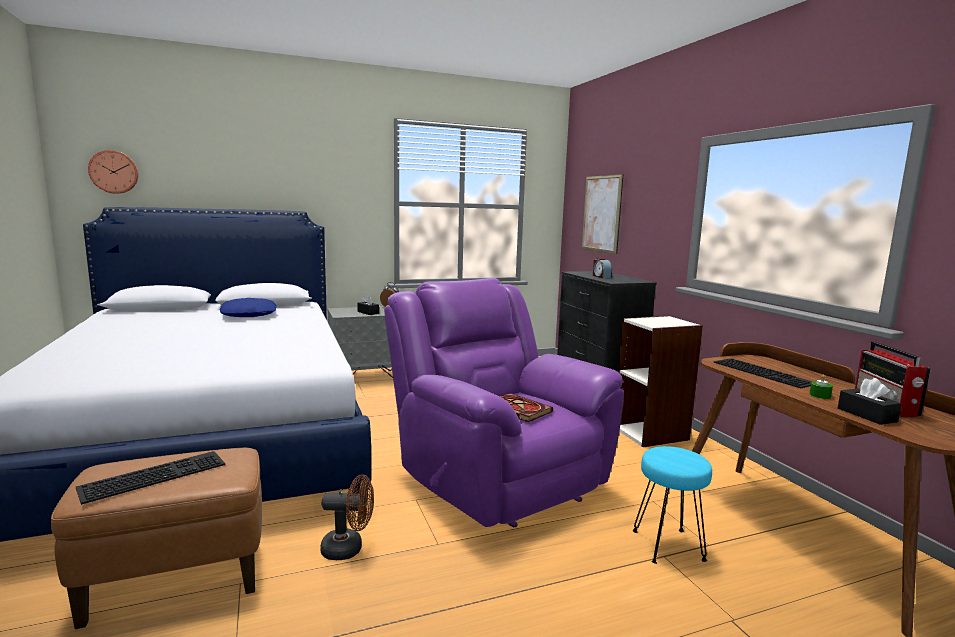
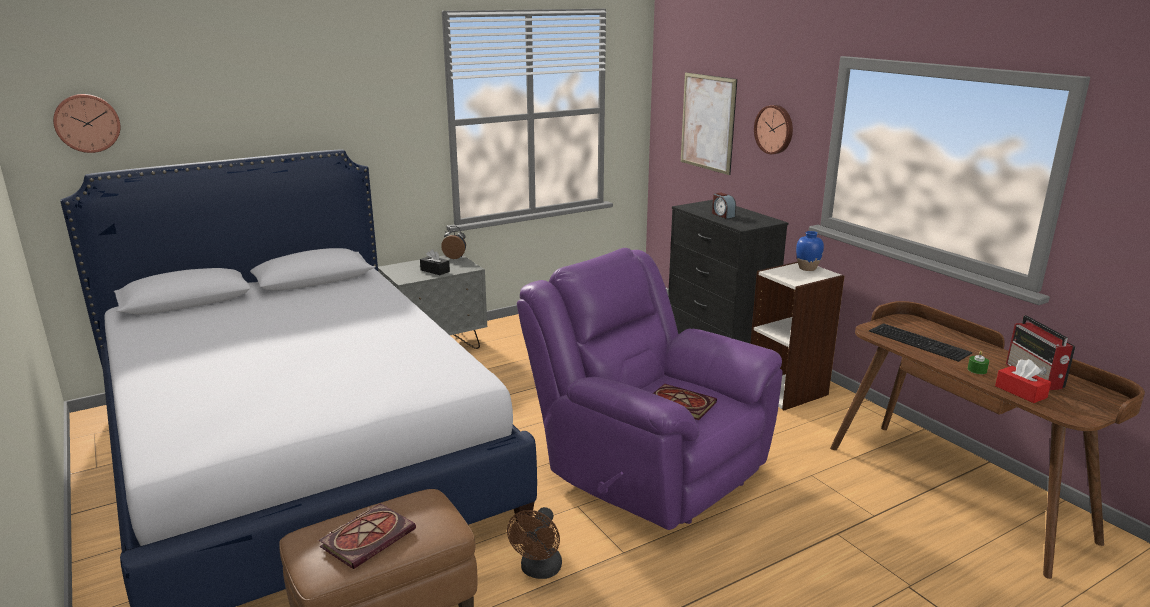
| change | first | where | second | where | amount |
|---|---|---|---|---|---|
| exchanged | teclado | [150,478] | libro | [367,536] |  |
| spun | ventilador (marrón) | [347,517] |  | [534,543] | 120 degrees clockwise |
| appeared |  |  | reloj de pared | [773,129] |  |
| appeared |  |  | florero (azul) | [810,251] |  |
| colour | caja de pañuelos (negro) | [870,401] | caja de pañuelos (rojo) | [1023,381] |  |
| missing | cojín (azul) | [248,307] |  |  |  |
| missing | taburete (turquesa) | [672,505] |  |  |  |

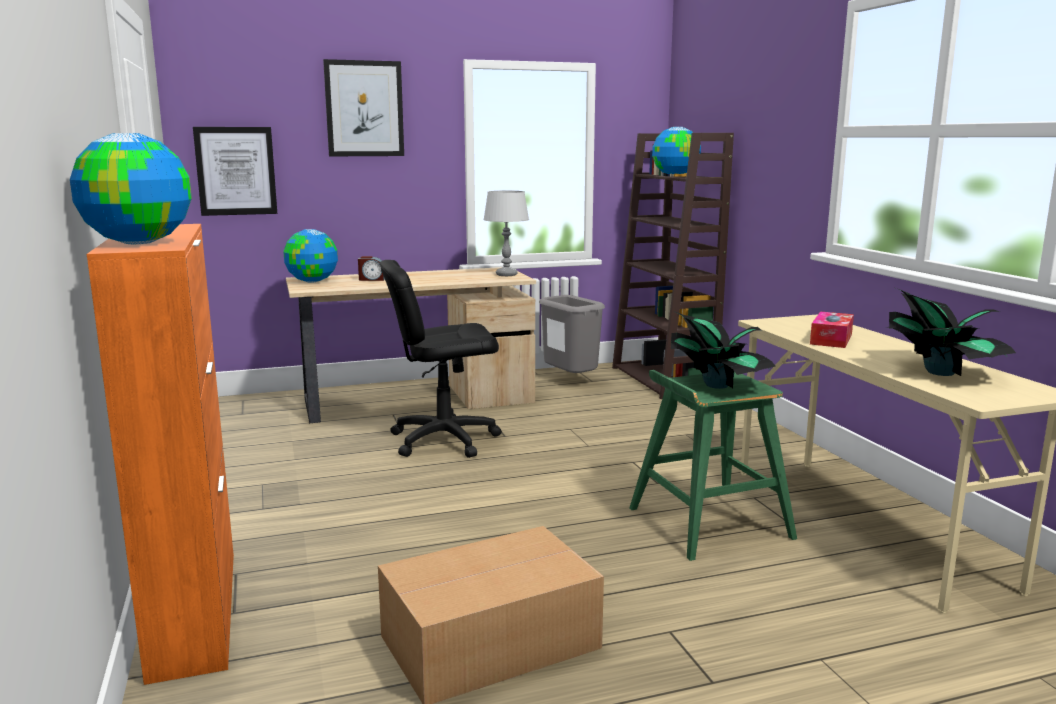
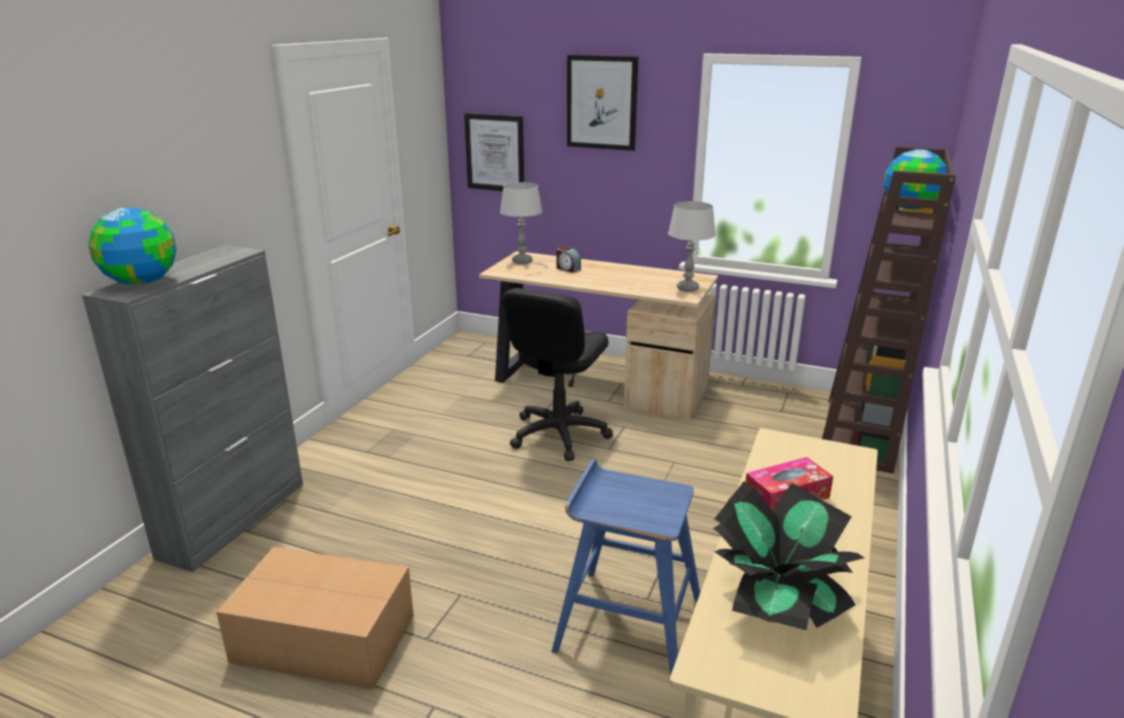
| change | first | where | second | where | amount |
|---|---|---|---|---|---|
| colour | armario (naranja) | [160,454] | armario (gris) | [192,408] |  |
| exchanged | globo terráqueo | [310,256] | lámpara de mesa (gris) | [521,223] |  |
| spun | silla de oficina (negro) | [441,359] |  | [558,374] | 90 degrees counterclockwise |
| colour | taburete (verde) | [713,465] | taburete (azul) | [626,567] |  |
| missing | papelera (gris) | [572,334] |  |  |  |
| missing | planta en maceta | [723,350] |  |  |  |

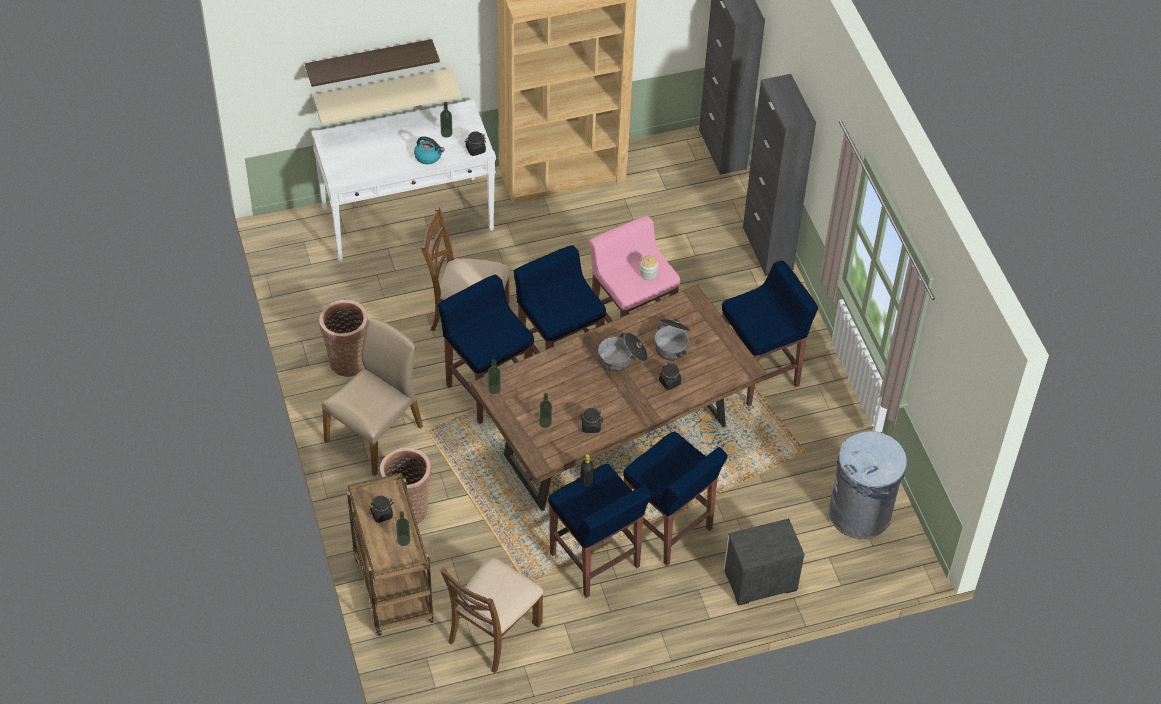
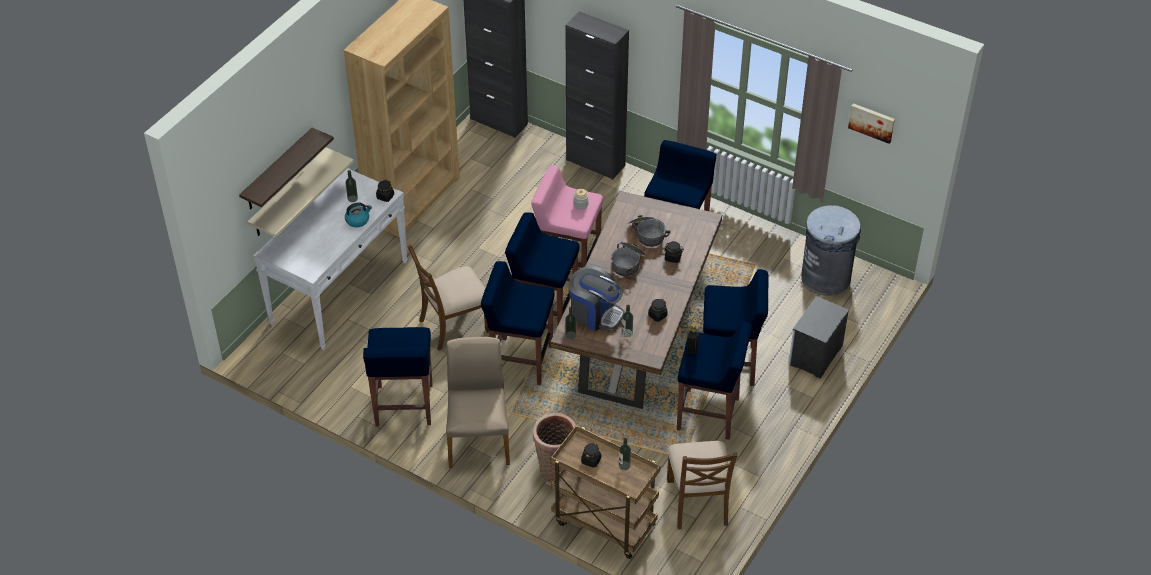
| change | first | where | second | where | amount |
|---|---|---|---|---|---|
| exchanged | cesta | [343,338] | taburete (azul) | [397,376] |  |
| appeared |  |  | cafetera | [597,298] |  |
| appeared |  |  | cuadro | [871,123] |  |

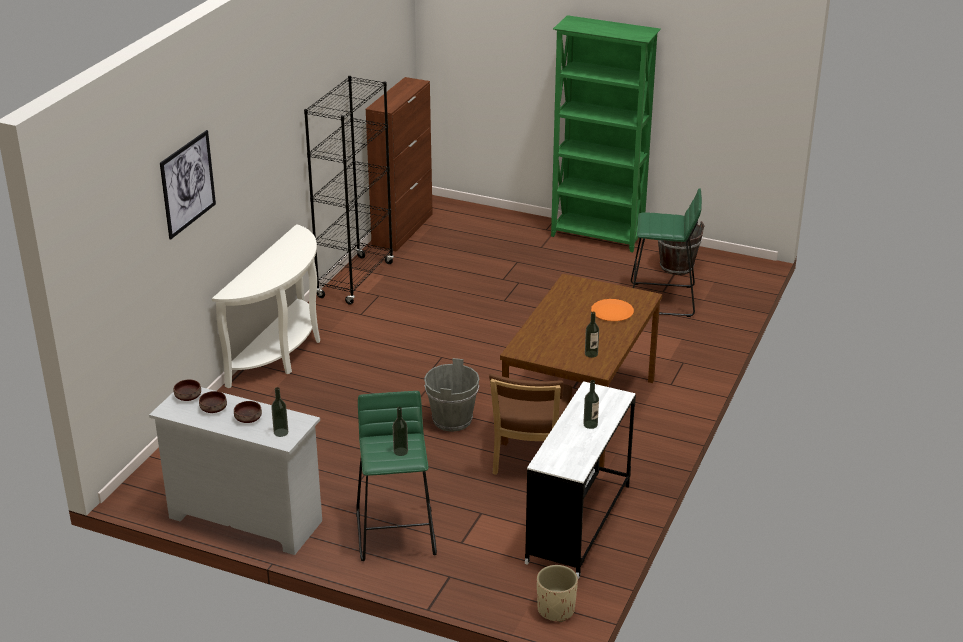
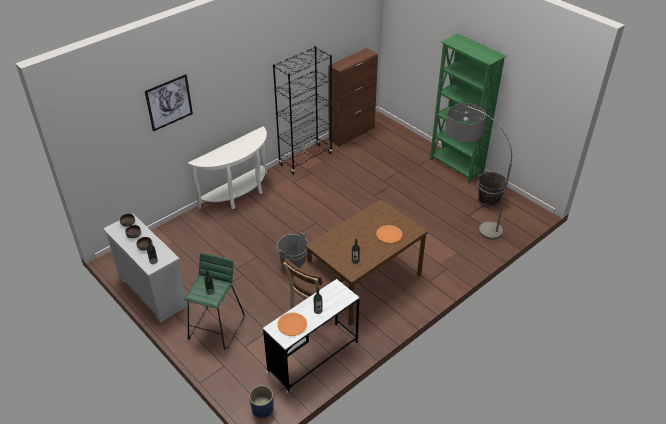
| change | first | where | second | where | amount |
|---|---|---|---|---|---|
| colour | maceta (beis) | [557,593] | maceta (azul) | [261,401] |  |
| appeared |  |  | plato (naranja) | [292,324] |  |
| exchanged | taburete (verde) | [666,252] | lámpara de pie | [479,171] |  |

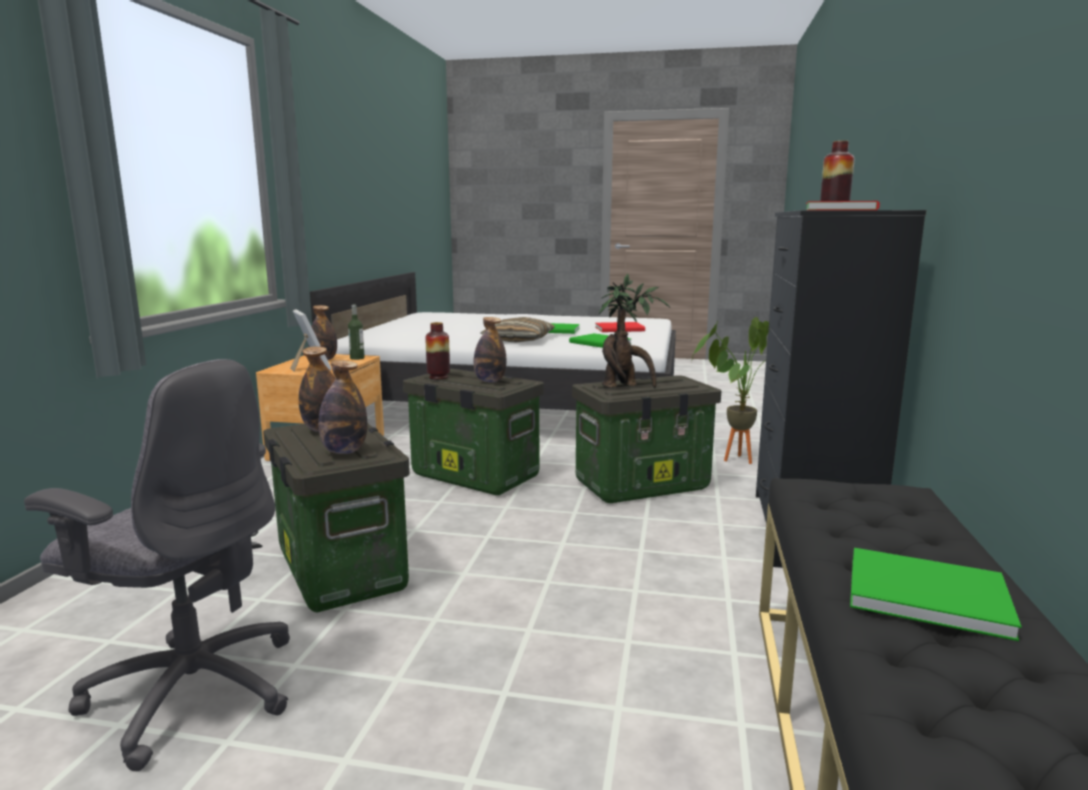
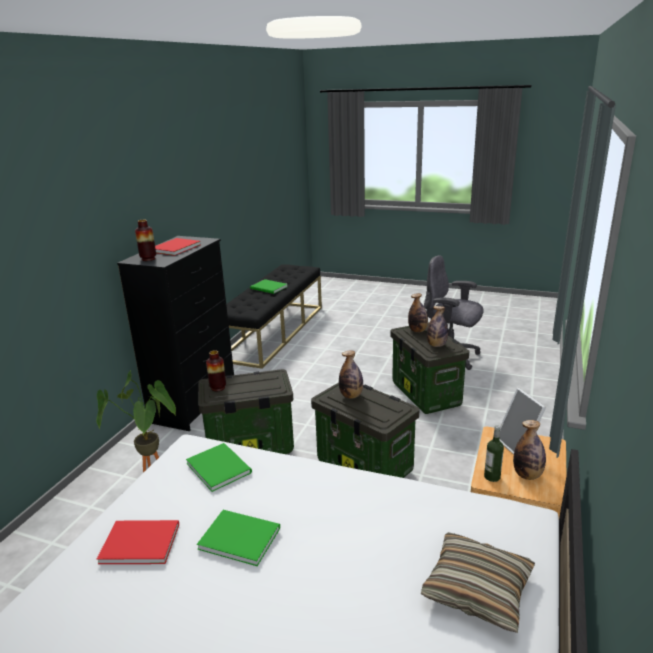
| change | first | where | second | where | amount |
|---|---|---|---|---|---|
| relocated | florero | [437,350] |  | [216,370] |  |
| relocated | cojín | [518,330] |  | [478,582] |  |
| missing | planta en maceta | [634,331] |  |  |  |

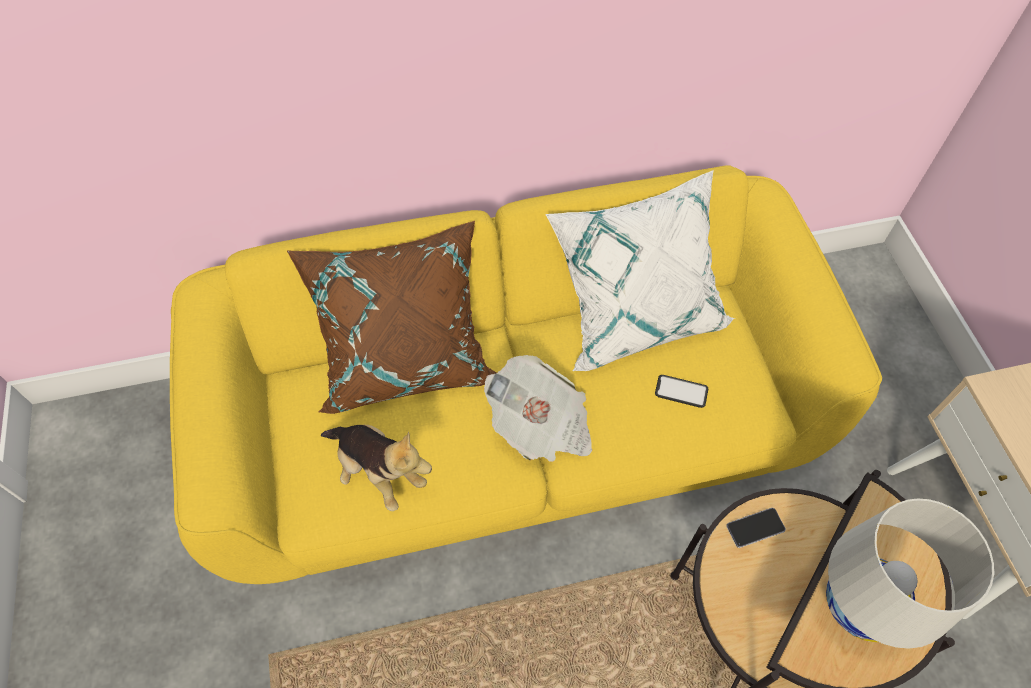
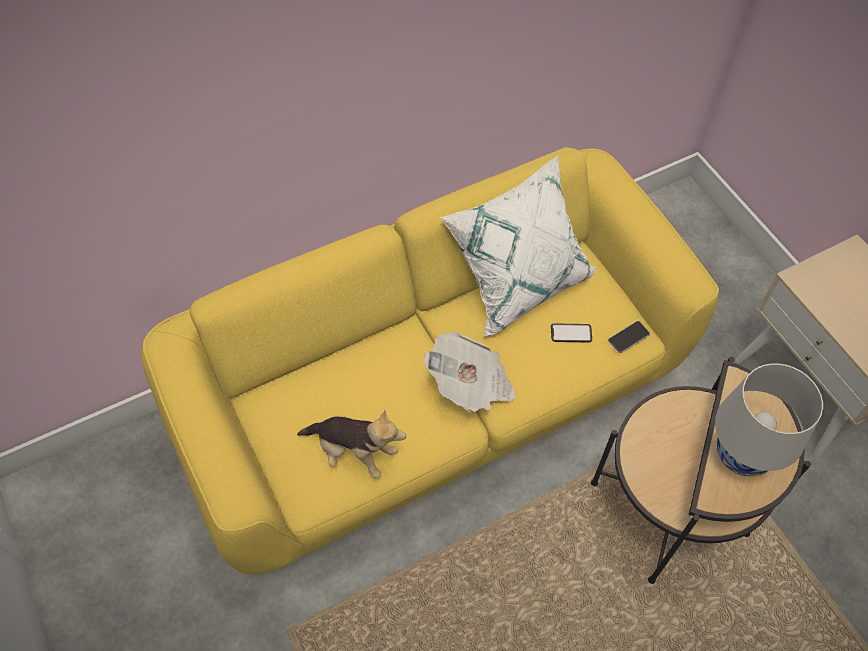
| change | first | where | second | where | amount |
|---|---|---|---|---|---|
| relocated | móvil | [756,528] |  | [629,337] |  |
| missing | cojín (marrón) | [391,317] |  |  |  |

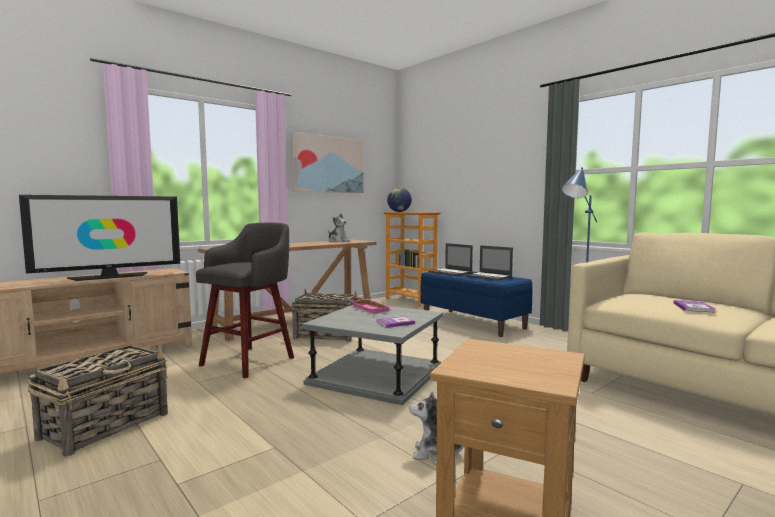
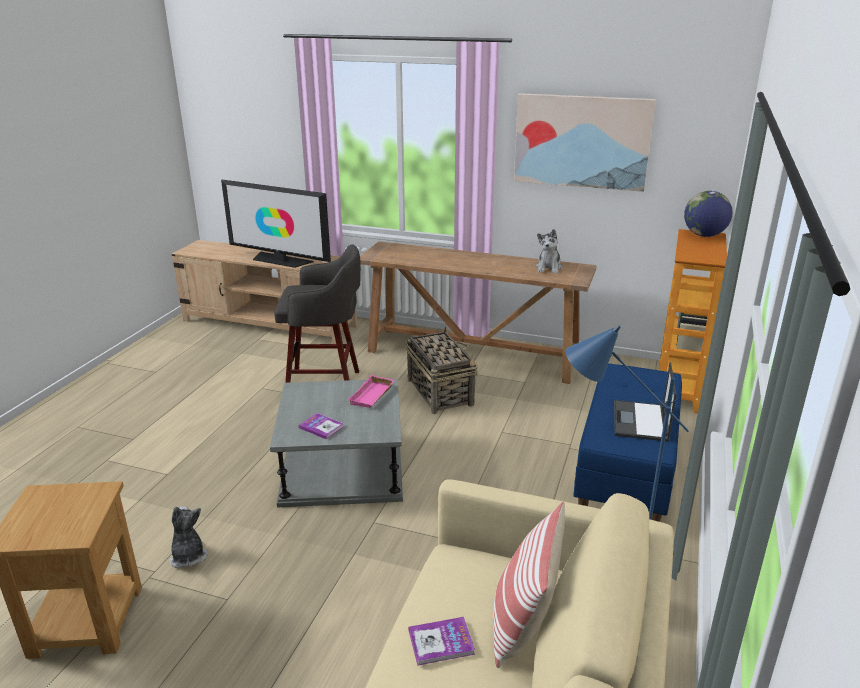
| change | first | where | second | where | amount |
|---|---|---|---|---|---|
| appeared |  |  | cojín | [529,585] |  |
| missing | cesta | [97,401] |  |  |  |
| missing | portátil | [450,259] |  |  |  |

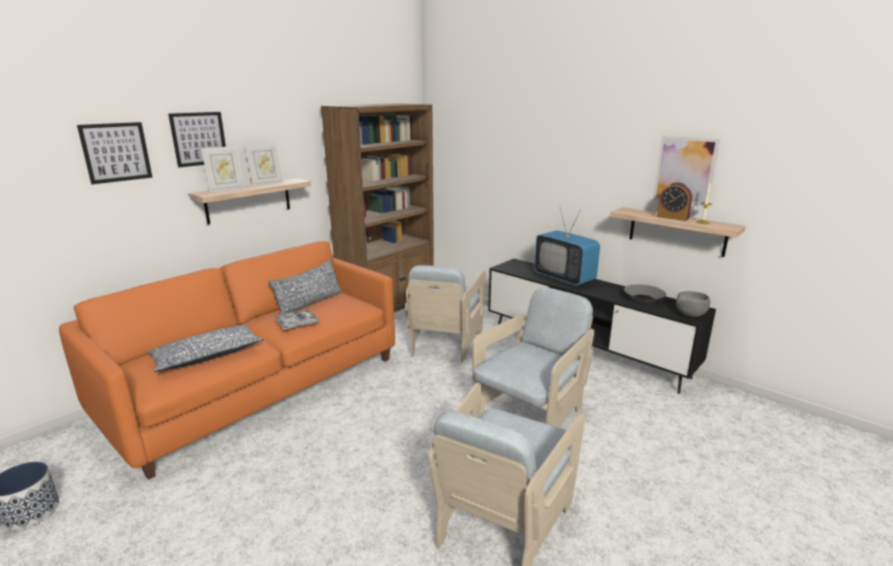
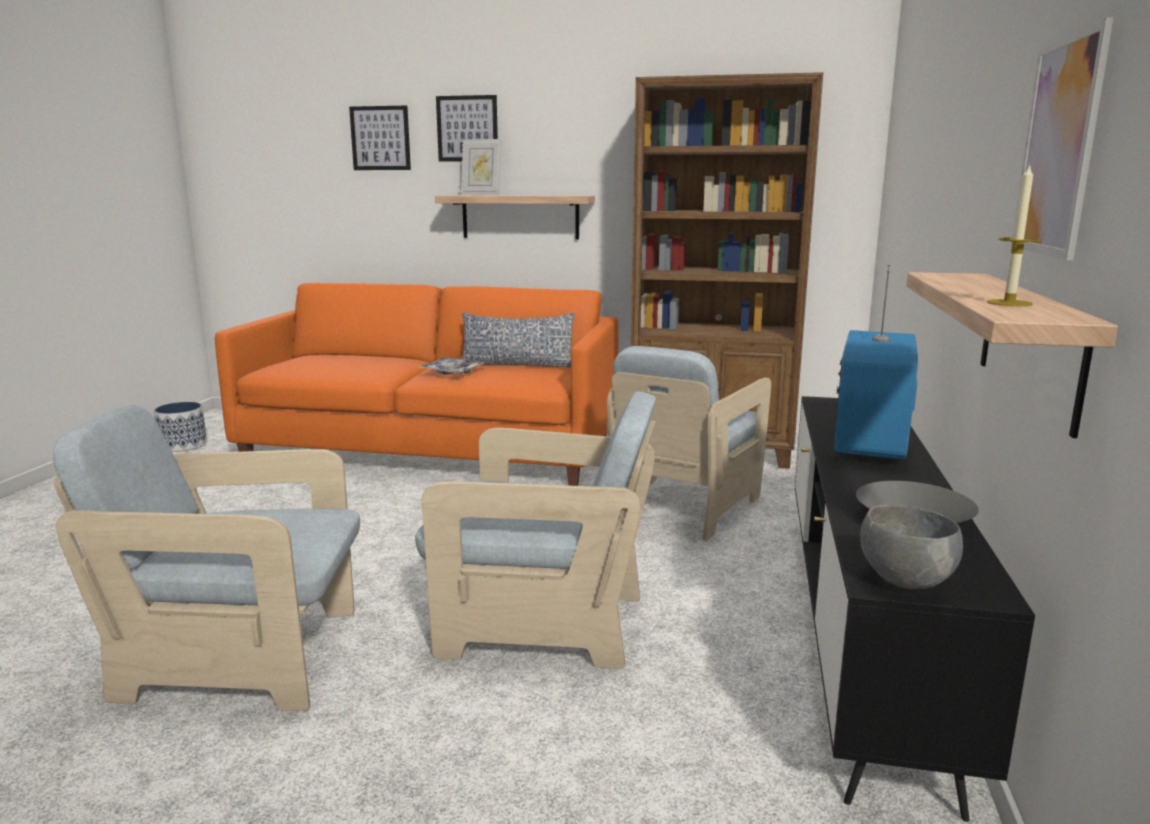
| change | first | where | second | where | amount |
|---|---|---|---|---|---|
| spun | sillón (beis) | [445,313] |  | [688,443] | 45 degrees counterclockwise |
| missing | cojín | [205,348] |  |  |  |
| missing | portarretratos | [264,165] |  |  |  |
| missing | despertador | [674,201] |  |  |  |

